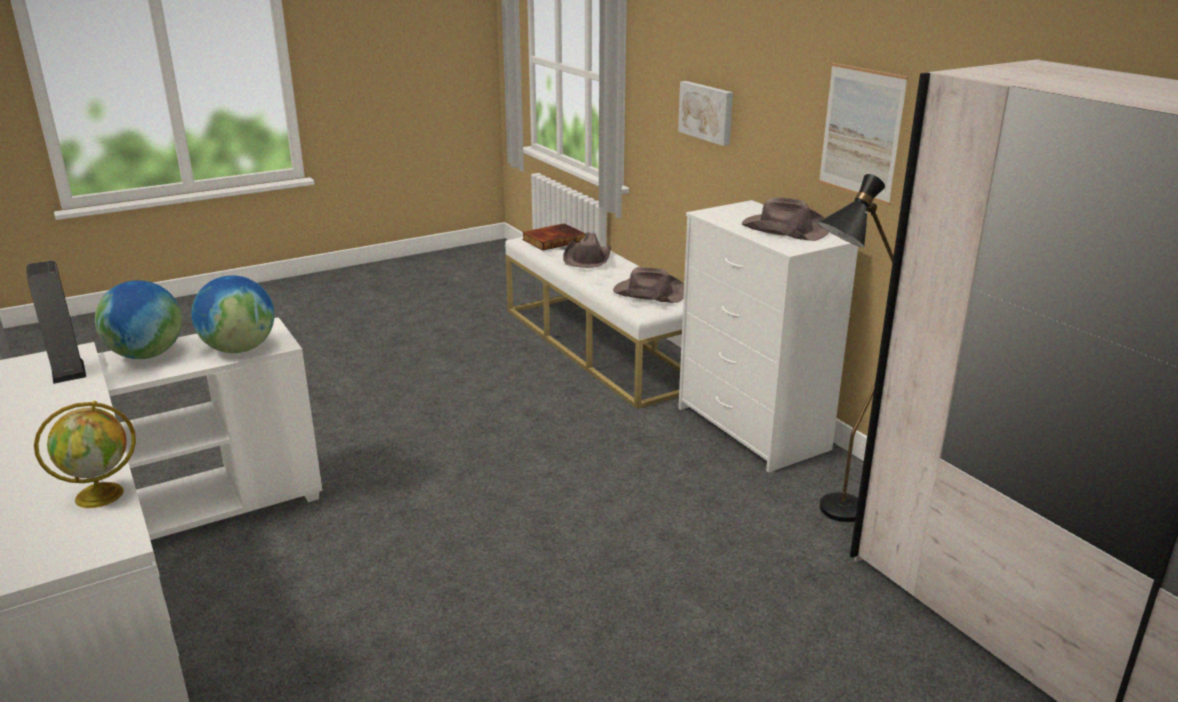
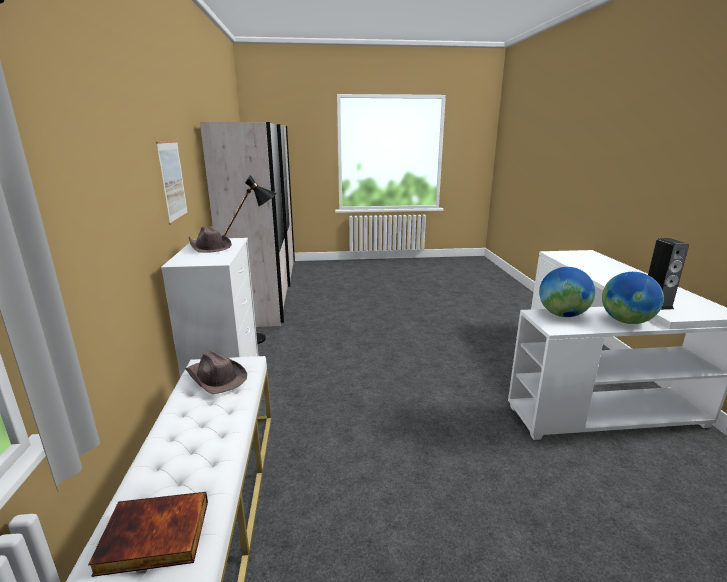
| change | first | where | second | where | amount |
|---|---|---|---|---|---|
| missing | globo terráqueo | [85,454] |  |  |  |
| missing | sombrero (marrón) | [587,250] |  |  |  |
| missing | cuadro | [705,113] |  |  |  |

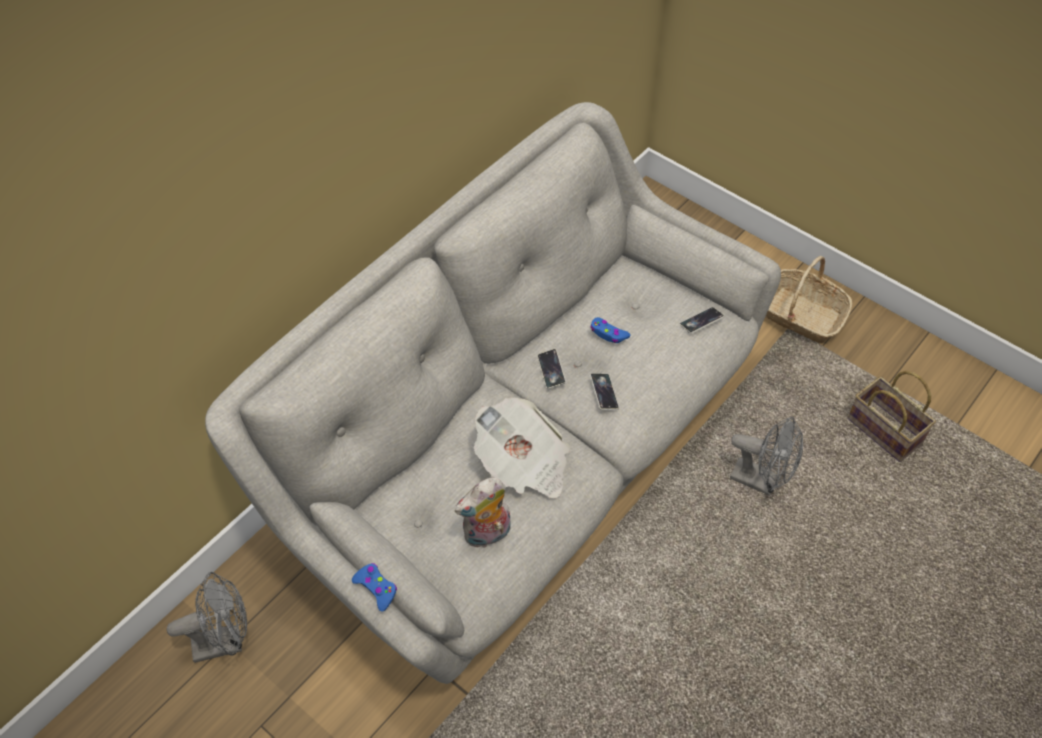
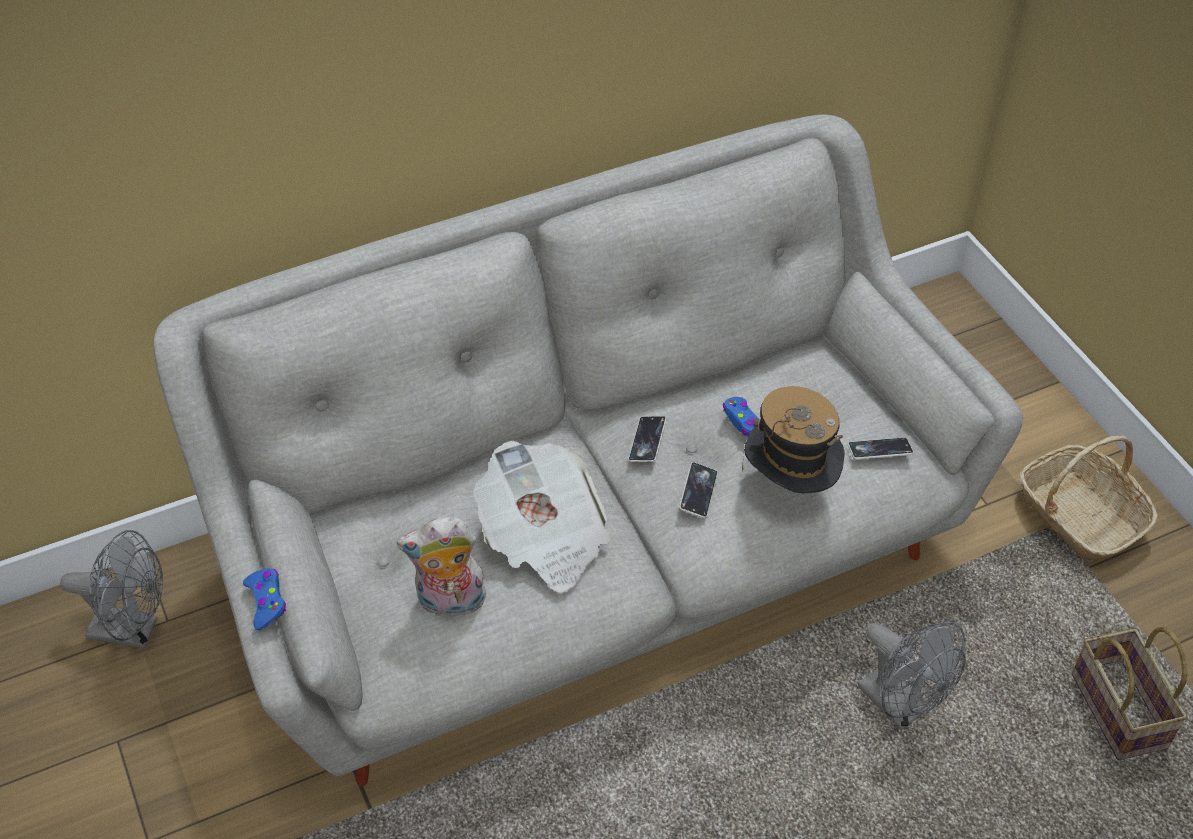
| change | first | where | second | where | amount |
|---|---|---|---|---|---|
| appeared |  |  | sombrero | [793,439] |  |

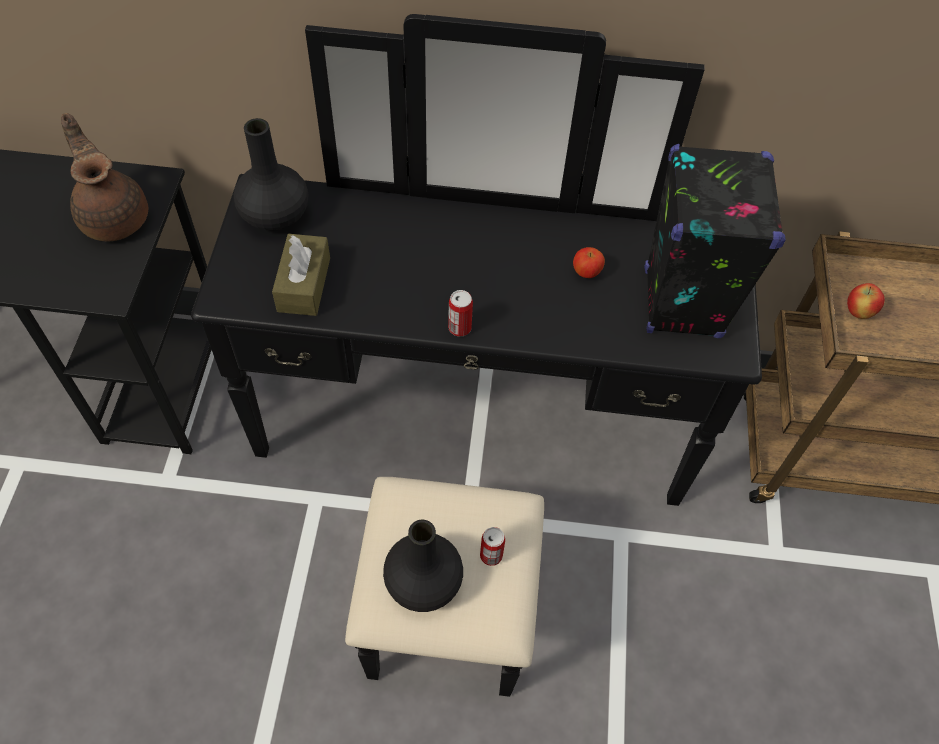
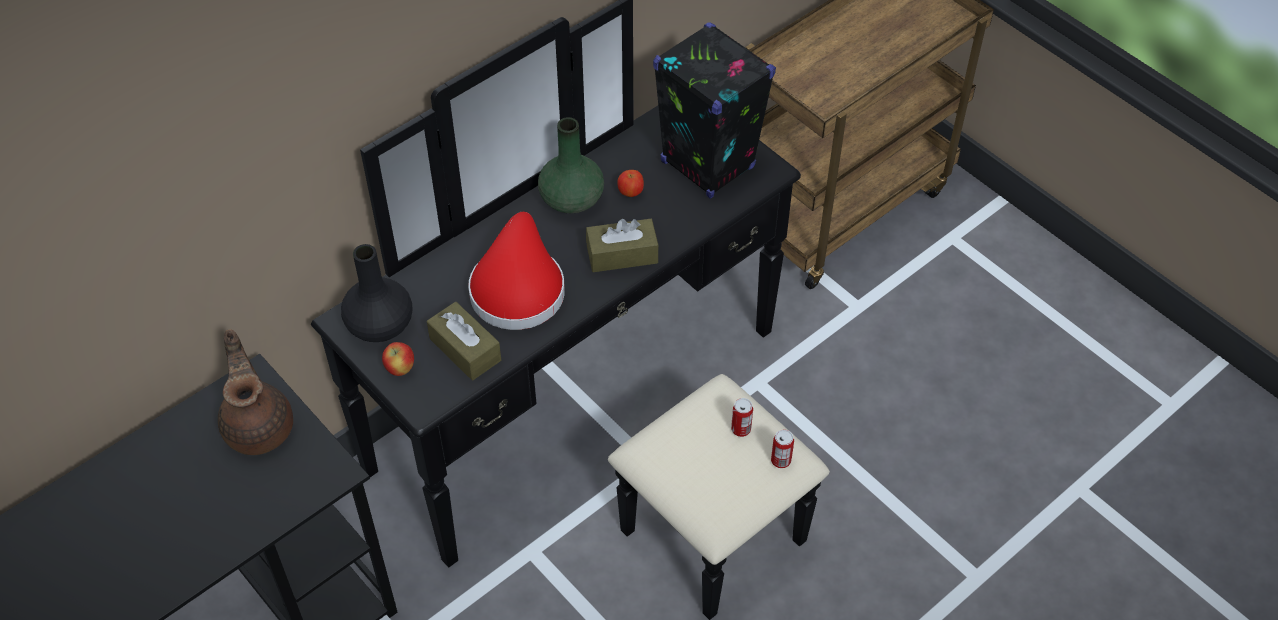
| change | first | where | second | where | amount |
|---|---|---|---|---|---|
| spun | tetera (marrón) | [104,177] |  | [255,392] | 60 degrees clockwise |
| relocated | manzana | [866,301] |  | [398,359] |  |
| appeared |  |  | sombrero (rojo) | [516,271] |  |
| appeared |  |  | florero (verde) | [571,165] |  |
| appeared |  |  | caja de pañuelos (marrón) | [622,245] |  |
| relocated | lata | [460,313] |  | [782,449] |  |
| missing | florero (negro) | [423,566] |  |  |  |

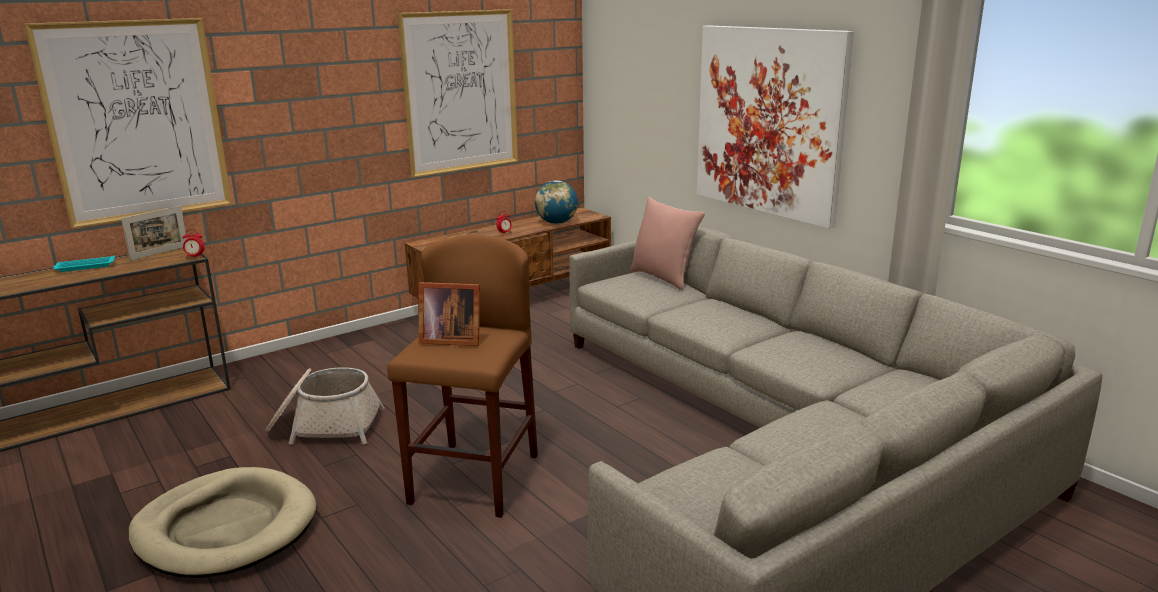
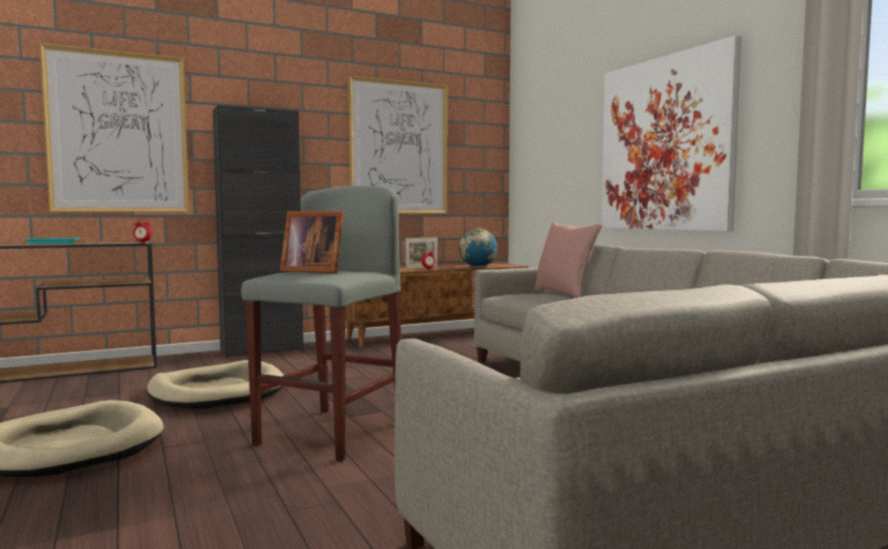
| change | first | where | second | where | amount |
|---|---|---|---|---|---|
| exchanged | cesta | [325,406] | cama para perro (beis) | [215,384] |  |
| appeared |  |  | armario (negro) | [258,231] |  |
| colour | taburete (marrón) | [462,376] | taburete (gris) | [321,323] |  |
| relocated | portarretratos | [154,233] |  | [421,253] |  |

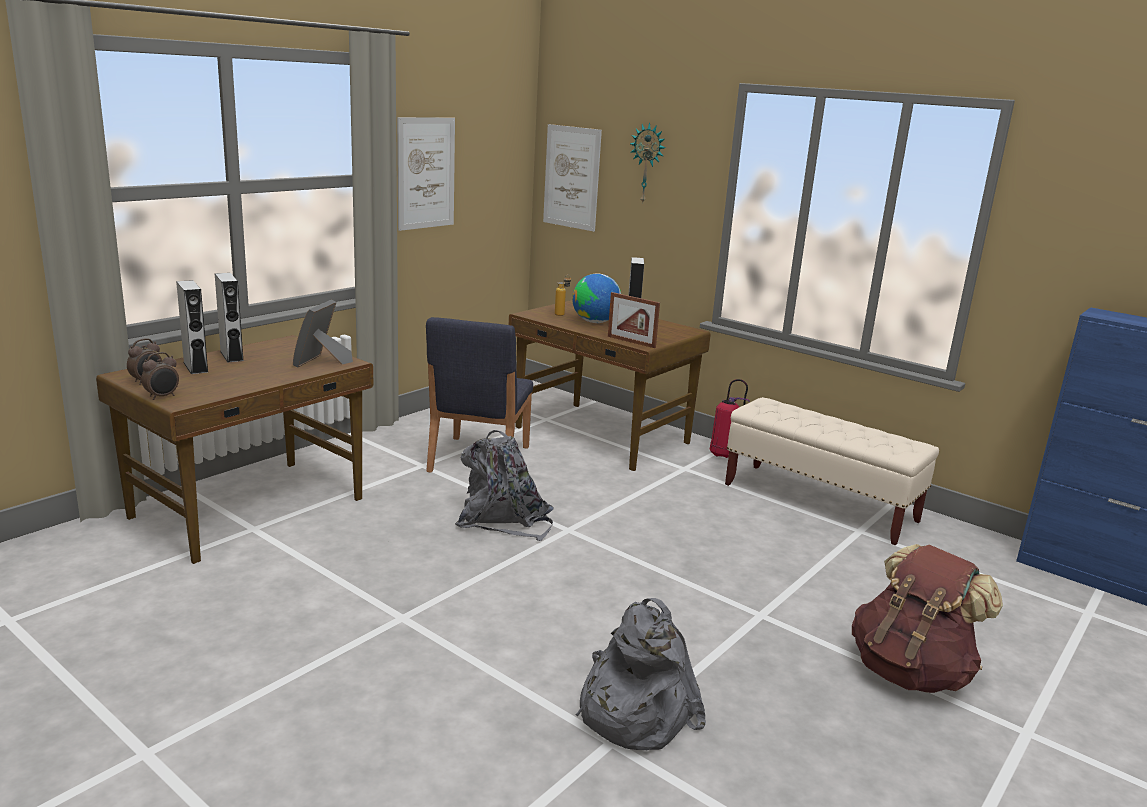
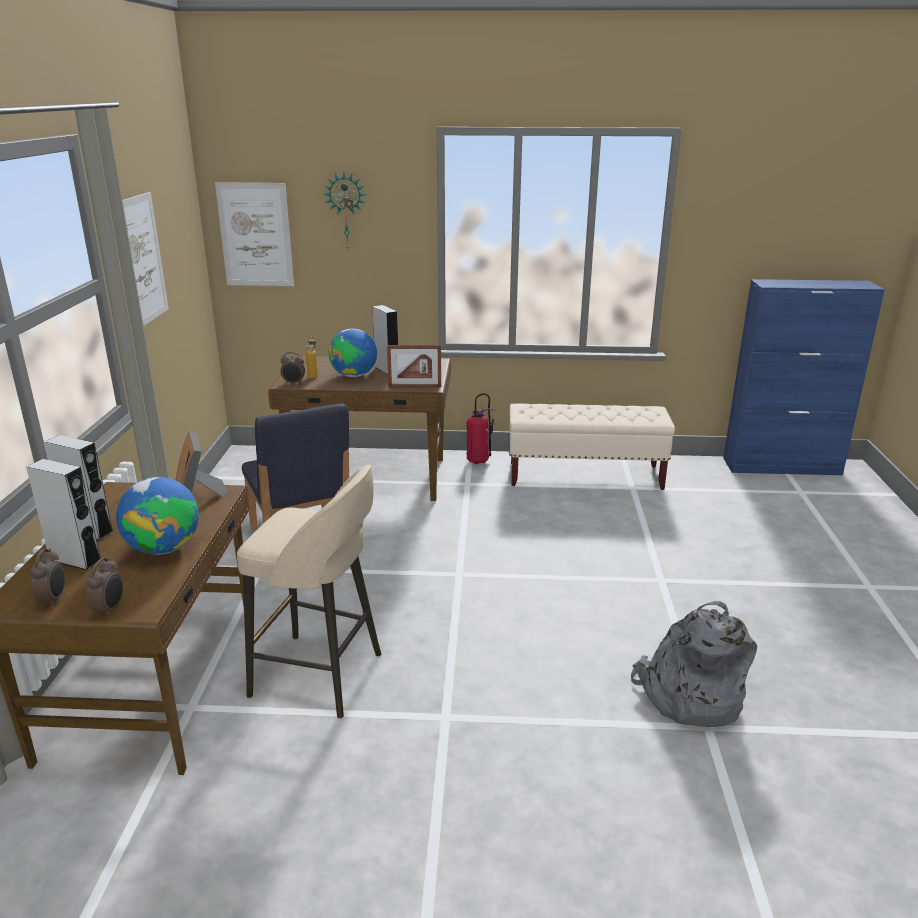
| change | first | where | second | where | amount |
|---|---|---|---|---|---|
| appeared |  |  | globo terráqueo | [157,516] |  |
| appeared |  |  | taburete (beis) | [309,592] |  |
| appeared |  |  | despertador | [293,368] |  |
| missing | mochila (gris) | [504,485] |  |  |  |
| missing | mochila (marrón) | [927,618] |  |  |  |

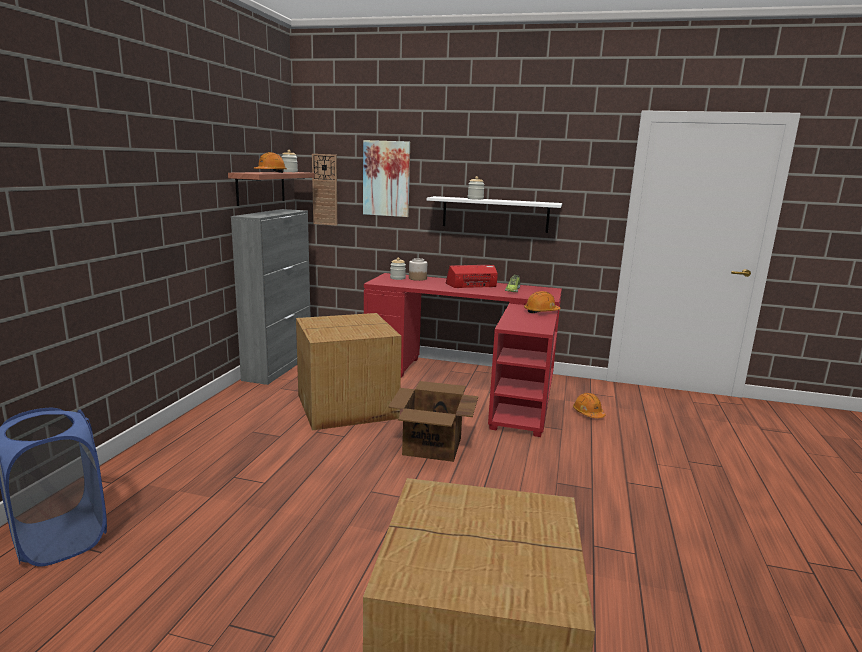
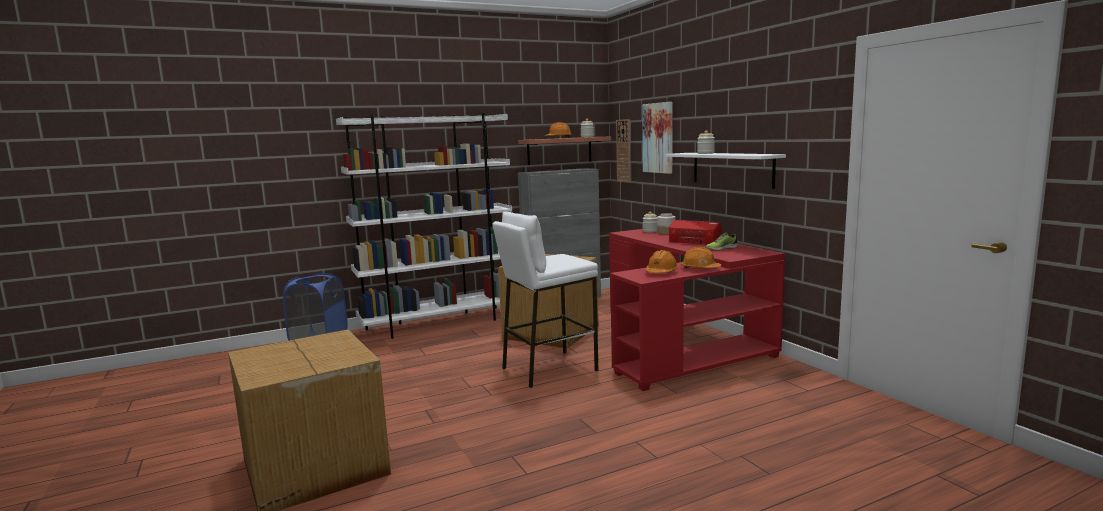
| change | first | where | second | where | amount |
|---|---|---|---|---|---|
| appeared |  |  | estantería (blanco) | [424,226] |  |
| exchanged | caja de cartón | [433,421] | taburete (blanco) | [545,300] |  |
| relocated | casco (naranja) | [589,405] |  | [661,261] |  |

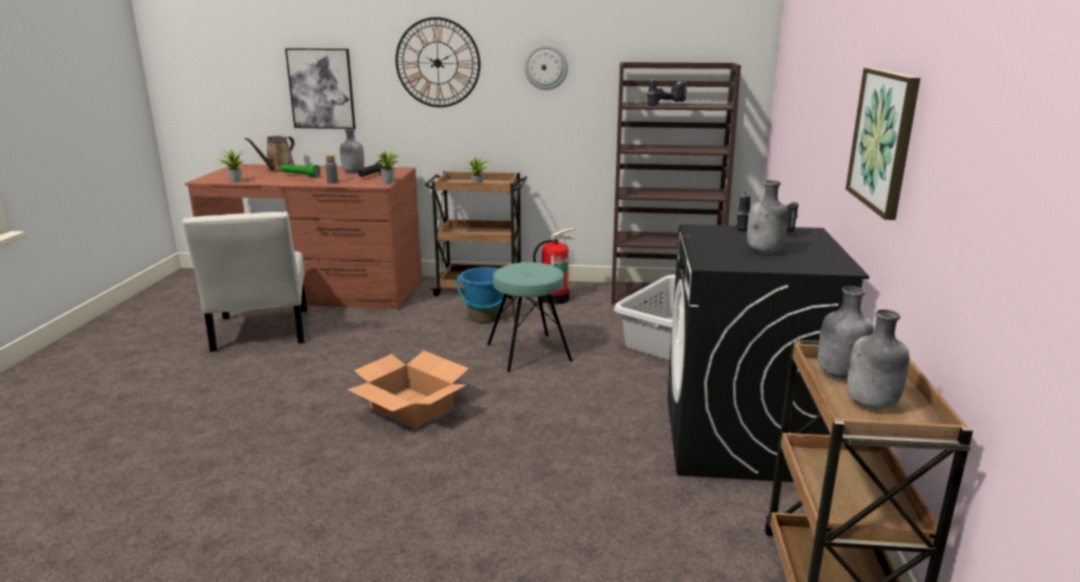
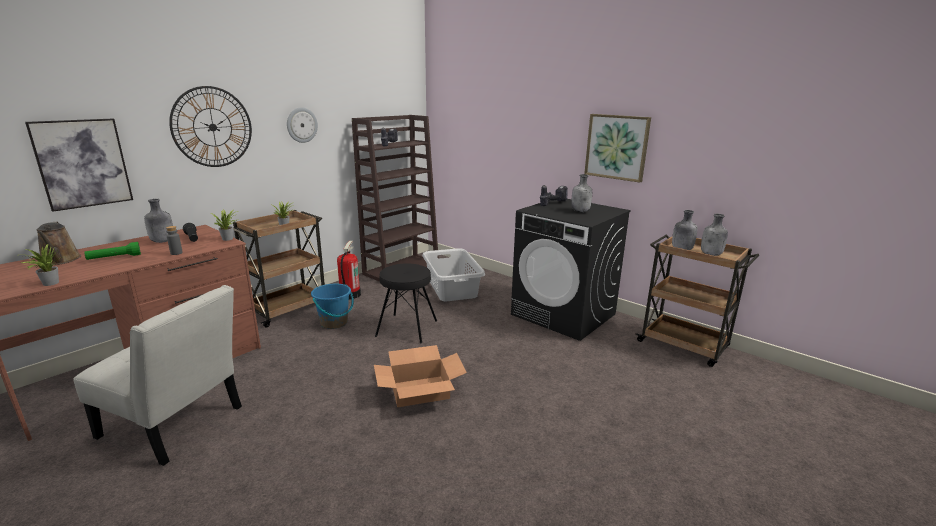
| change | first | where | second | where | amount |
|---|---|---|---|---|---|
| colour | taburete (turquesa) | [530,317] | taburete (negro) | [406,303] |  |

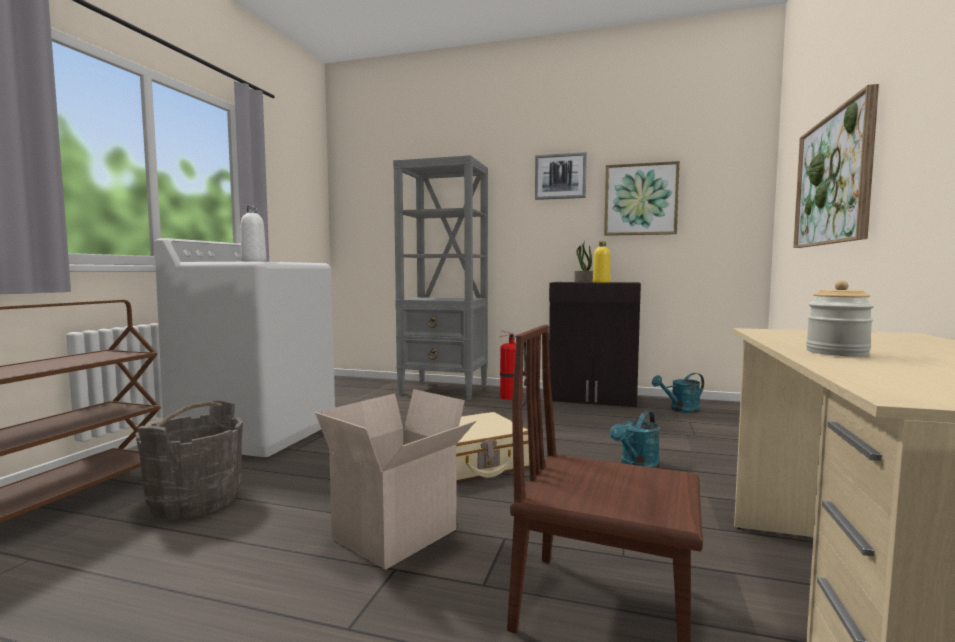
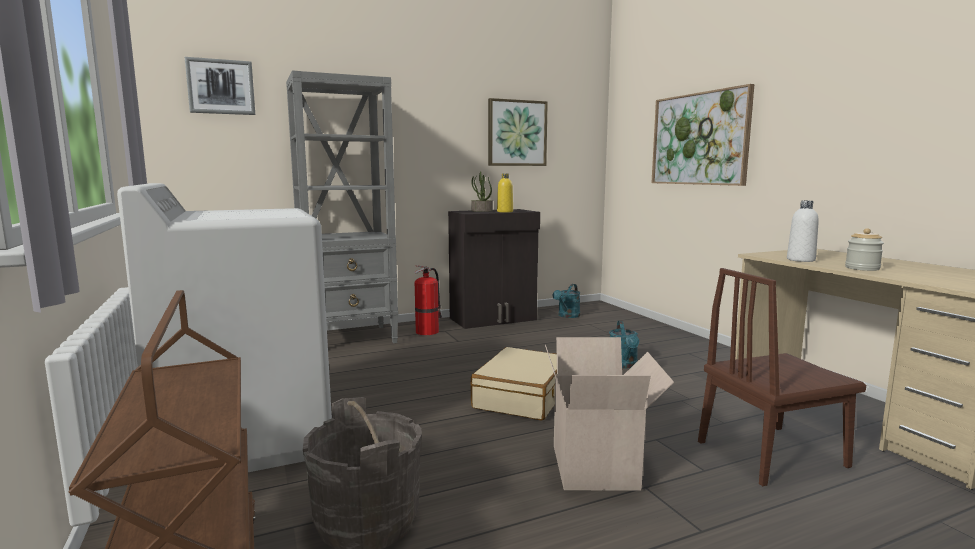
| change | first | where | second | where | amount |
|---|---|---|---|---|---|
| relocated | cuadro | [561,176] |  | [220,86] |  |
| relocated | botella (blanco) | [254,234] |  | [803,231] |  |

